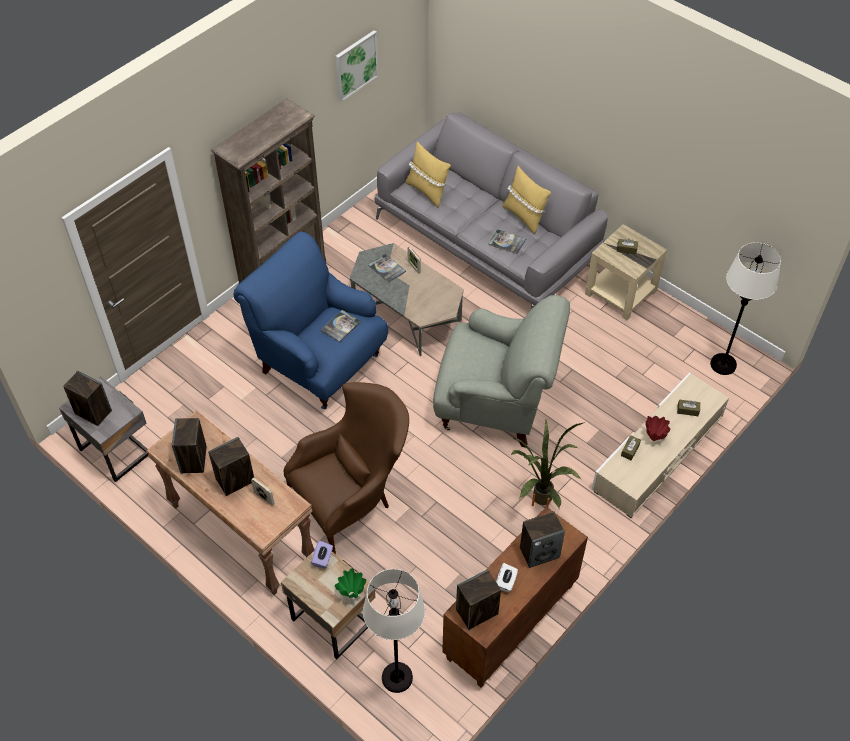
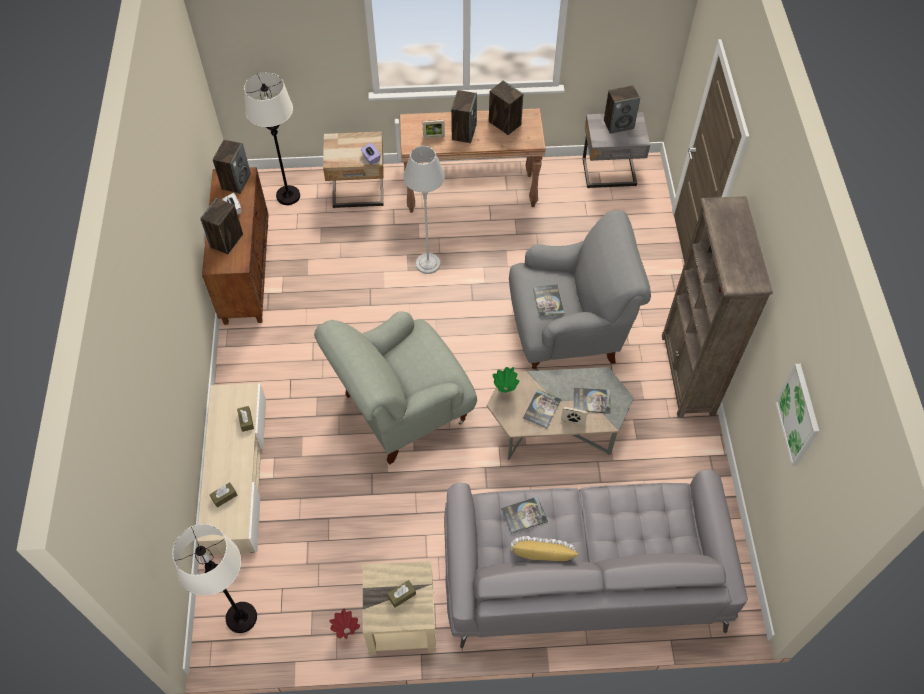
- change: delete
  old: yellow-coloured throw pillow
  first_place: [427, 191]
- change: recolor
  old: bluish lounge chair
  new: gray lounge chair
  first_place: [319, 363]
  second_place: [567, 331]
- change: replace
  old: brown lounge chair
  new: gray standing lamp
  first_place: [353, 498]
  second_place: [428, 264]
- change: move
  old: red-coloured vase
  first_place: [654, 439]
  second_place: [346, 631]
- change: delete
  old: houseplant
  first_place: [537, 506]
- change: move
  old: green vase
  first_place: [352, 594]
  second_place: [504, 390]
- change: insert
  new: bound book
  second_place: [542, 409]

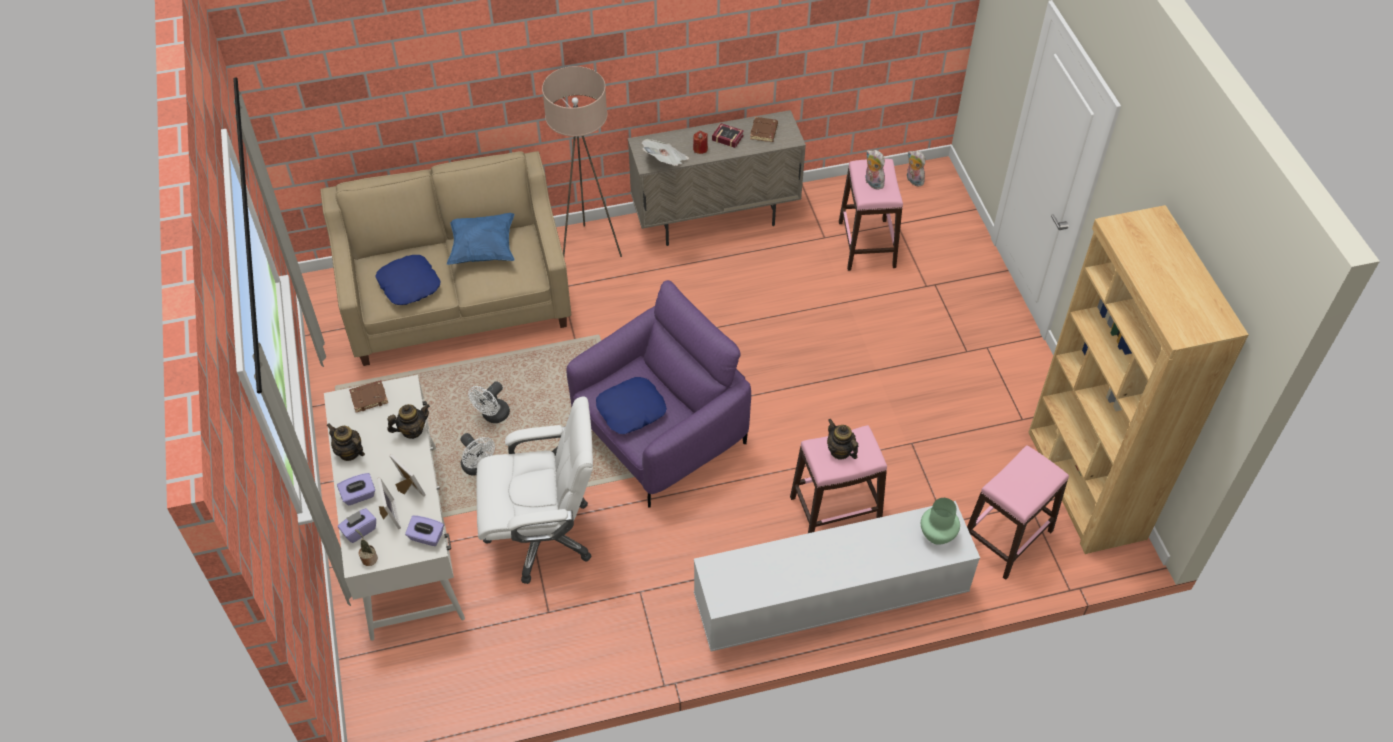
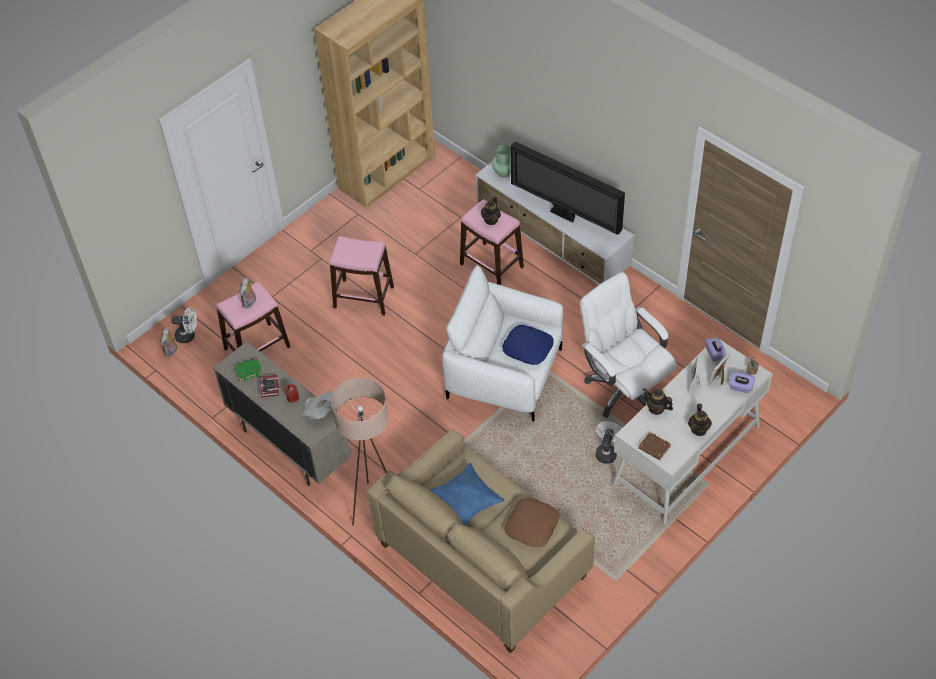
- change: recolor
  old: brown bound book
  new: green bound book
  first_place: [764, 132]
  second_place: [248, 370]
- change: recolor
  old: bluish throw pillow
  new: brown throw pillow
  first_place: [408, 285]
  second_place: [532, 526]
- change: recolor
  old: purple lounge chair
  new: white-coloured lounge chair
  first_place: [659, 434]
  second_place: [505, 373]
- change: move
  old: white-coloured cooling fan
  first_place: [493, 416]
  second_place: [188, 336]
- change: move
  old: pink-coloured stool
  first_place: [1006, 537]
  second_place: [364, 297]
- change: delete
  old: purple tissue holder
  first_place: [359, 495]
- change: insert
  new: TV
  second_place: [565, 215]

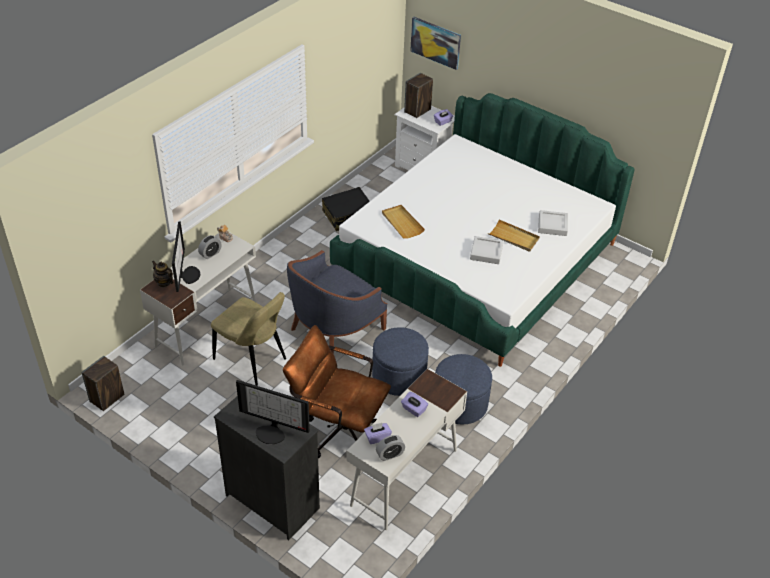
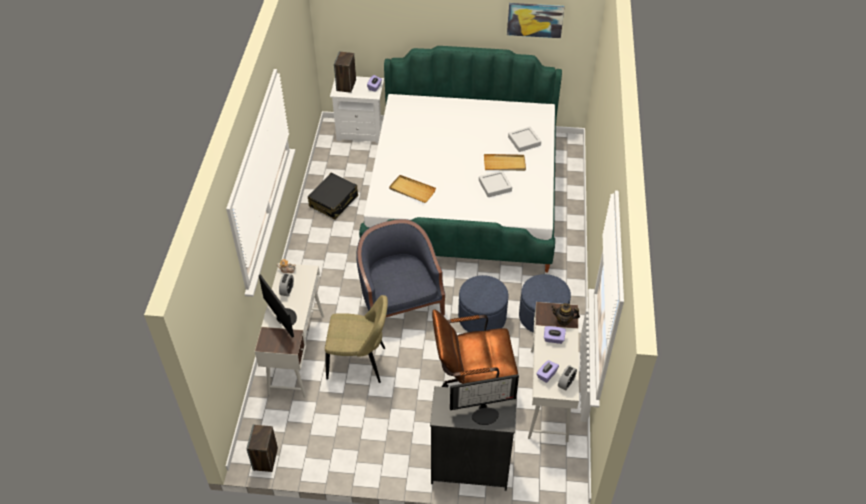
- change: move
  old: wall art
  first_place: [435, 42]
  second_place: [535, 19]
- change: rotate
  old: bluish lounge chair
  first_place: [334, 326]
  second_place: [400, 302]
  degrees: 150
- change: move
  old: teapot
  first_place: [164, 282]
  second_place: [563, 320]

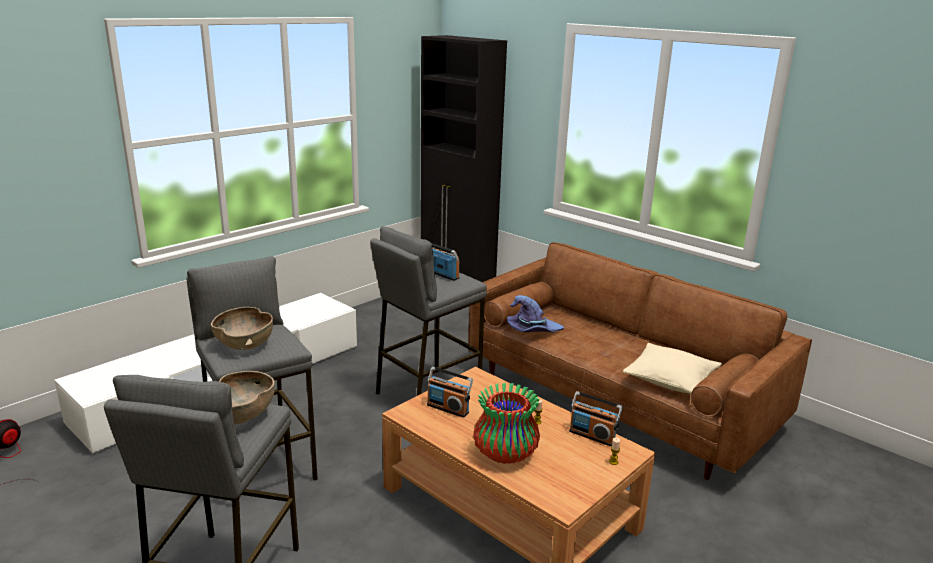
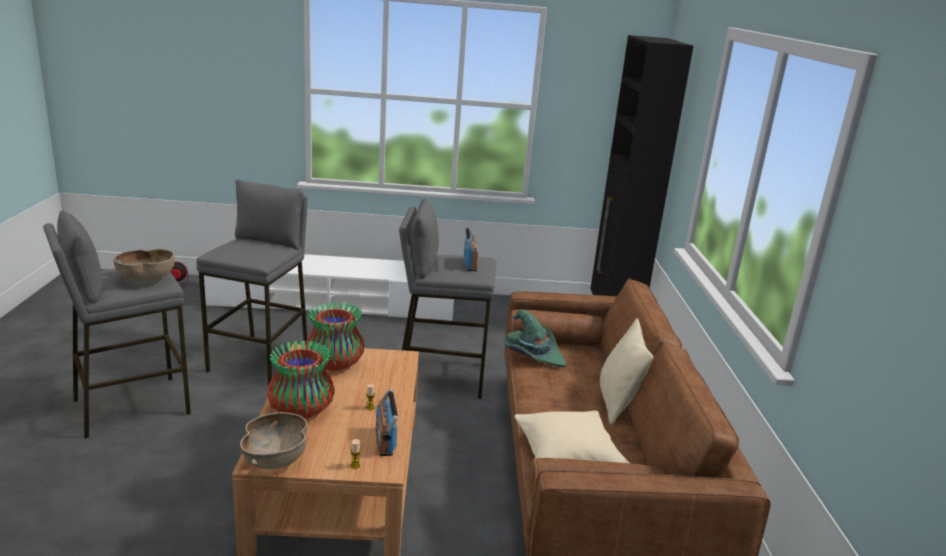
- change: recolor
  old: purple wearable hat
  new: green wearable hat
  first_place: [532, 330]
  second_place: [533, 354]
- change: move
  old: brown bowl
  first_place: [245, 344]
  second_place: [276, 459]
- change: replace
  old: radio
  new: vase
  first_place: [448, 408]
  second_place: [335, 364]
- change: insert
  new: sand-coloured throw pillow
  second_place: [617, 403]

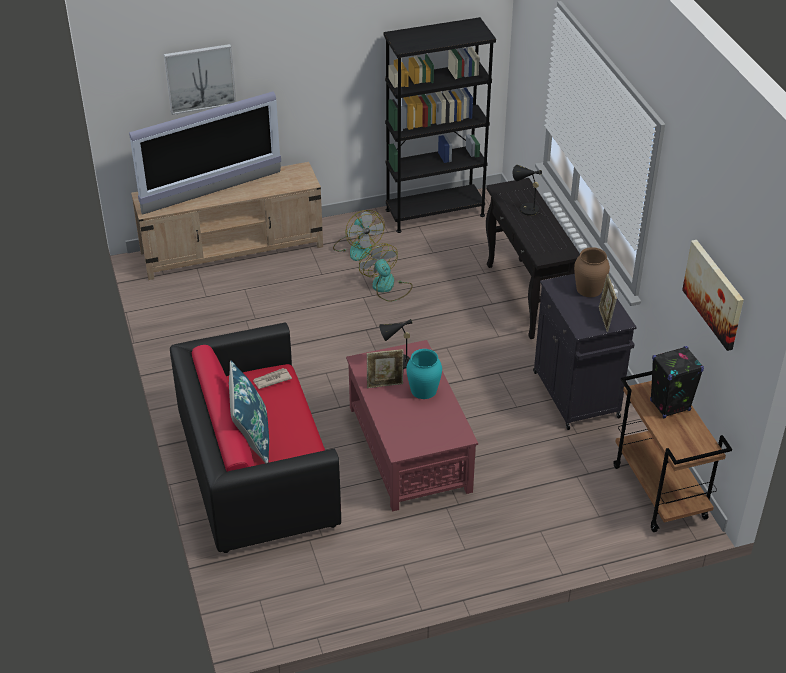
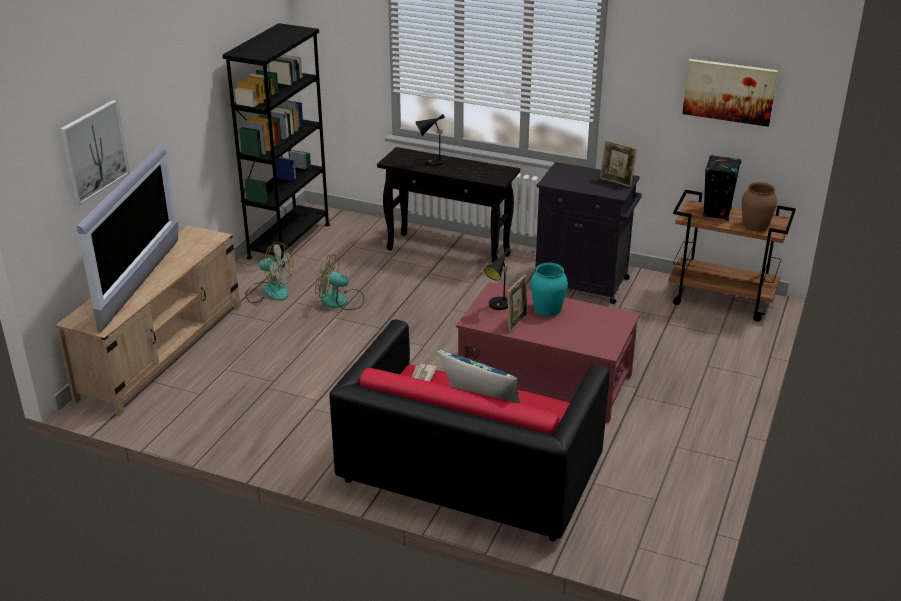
- change: move
  old: brown vase
  first_place: [589, 289]
  second_place: [755, 225]

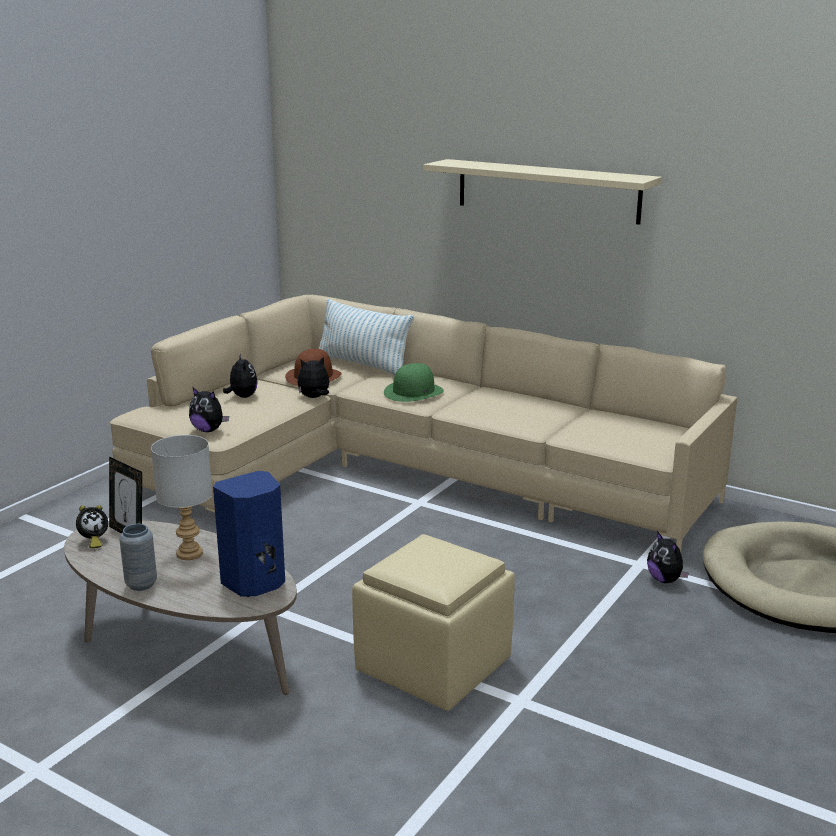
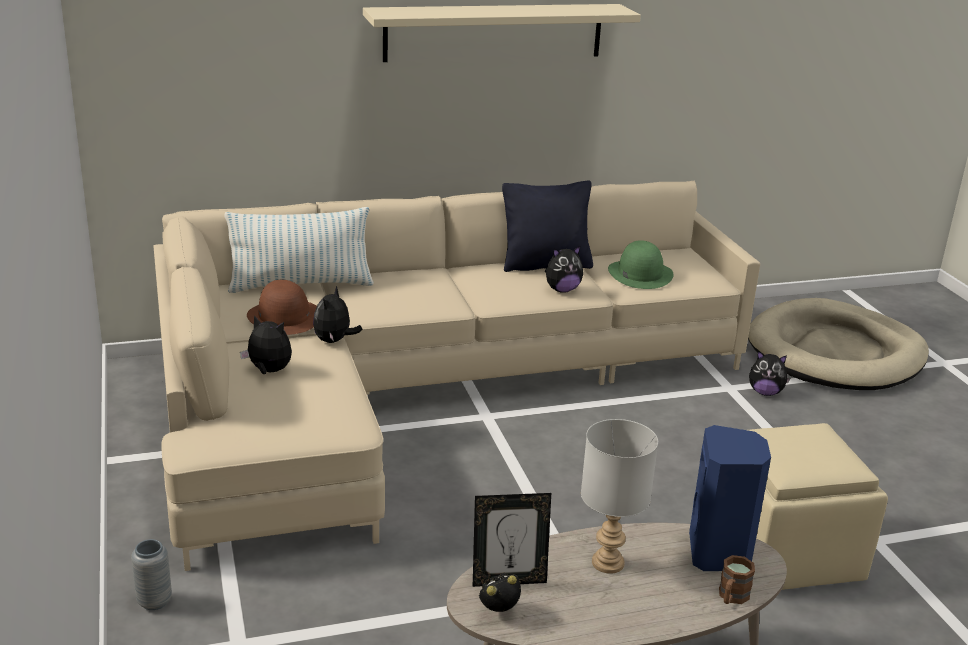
- change: move
  old: green wearable hat
  first_place: [413, 392]
  second_place: [640, 274]
- change: move
  old: cuddly toy
  first_place: [208, 430]
  second_place: [562, 290]
- change: rotate
  old: table clock
  first_place: [93, 541]
  second_place: [499, 611]
  degrees: -120
- change: move
  old: gray vase
  first_place: [141, 584]
  second_place: [154, 601]
- change: insert
  new: black-coloured throw pillow
  second_place: [545, 265]
- change: insert
  new: brown tea mug
  second_place: [731, 597]

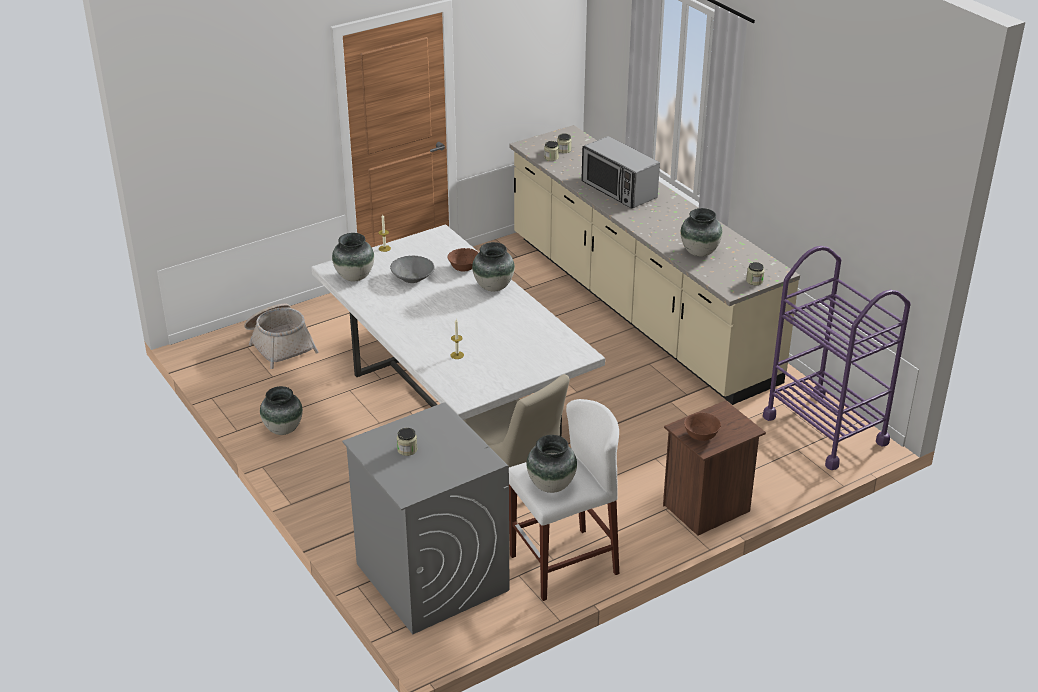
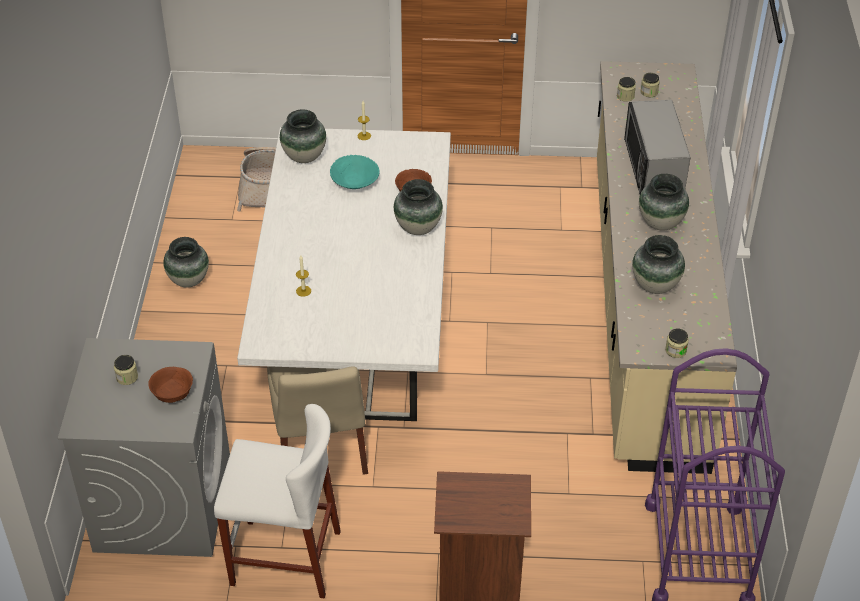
- change: recolor
  old: gray bowl
  new: turquoise-coloured bowl
  first_place: [413, 278]
  second_place: [355, 182]
- change: move
  old: brown bowl
  first_place: [701, 436]
  second_place: [173, 394]
- change: move
  old: vase
  first_place: [551, 486]
  second_place: [660, 223]

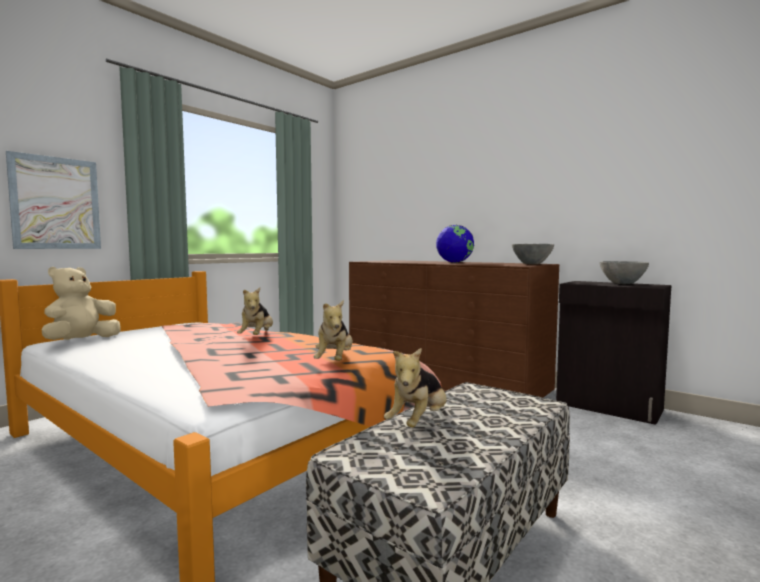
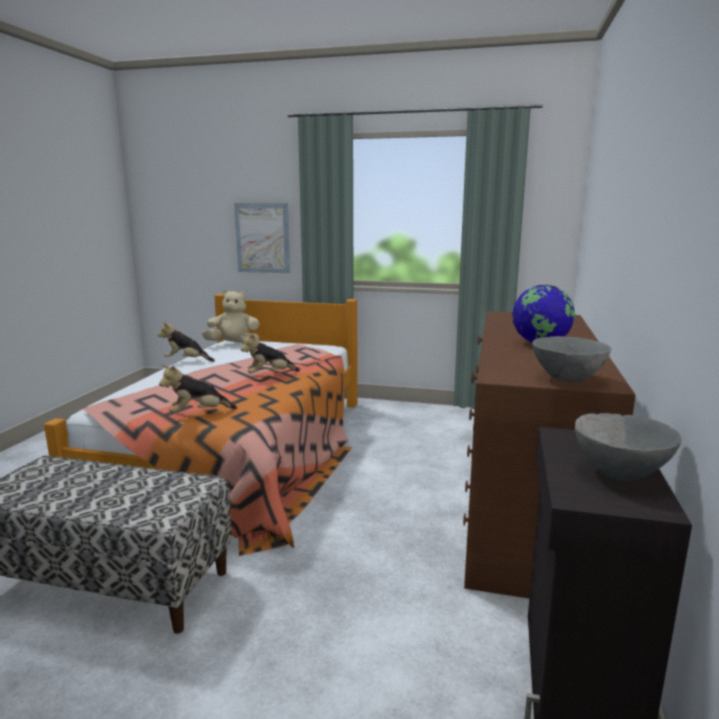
- change: move
  old: cuddly toy
  first_place: [418, 423]
  second_place: [186, 361]

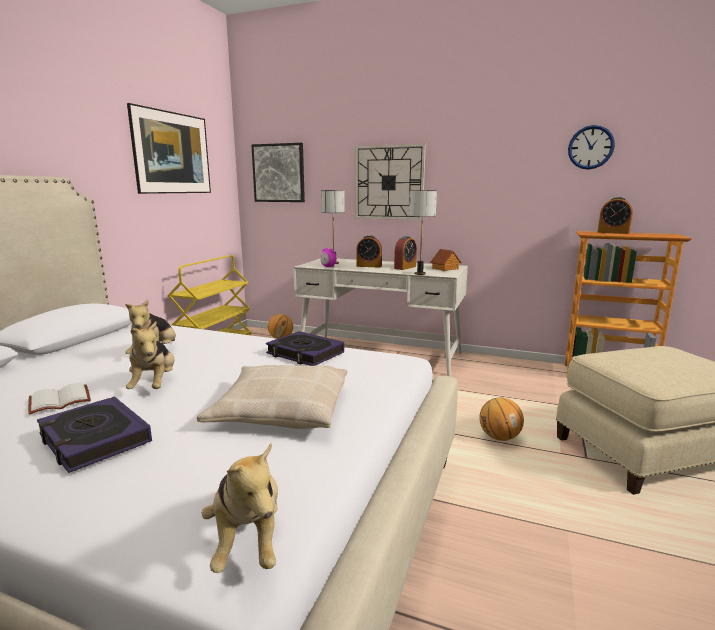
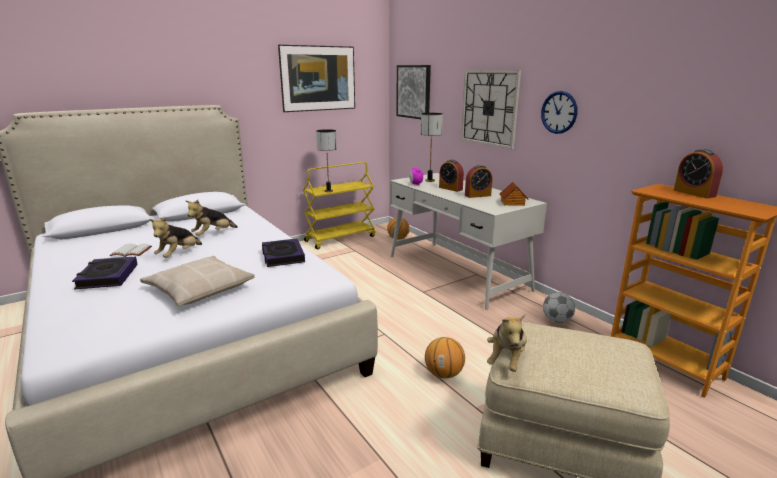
- change: move
  old: clock on the wall
  first_place: [590, 147]
  second_place: [559, 112]
- change: move
  old: lamp for a table
  first_place: [420, 274]
  second_place: [328, 191]
- change: move
  old: cuddly toy
  first_place: [248, 539]
  second_place: [506, 359]
- change: insert
  new: football
  second_place: [557, 320]

